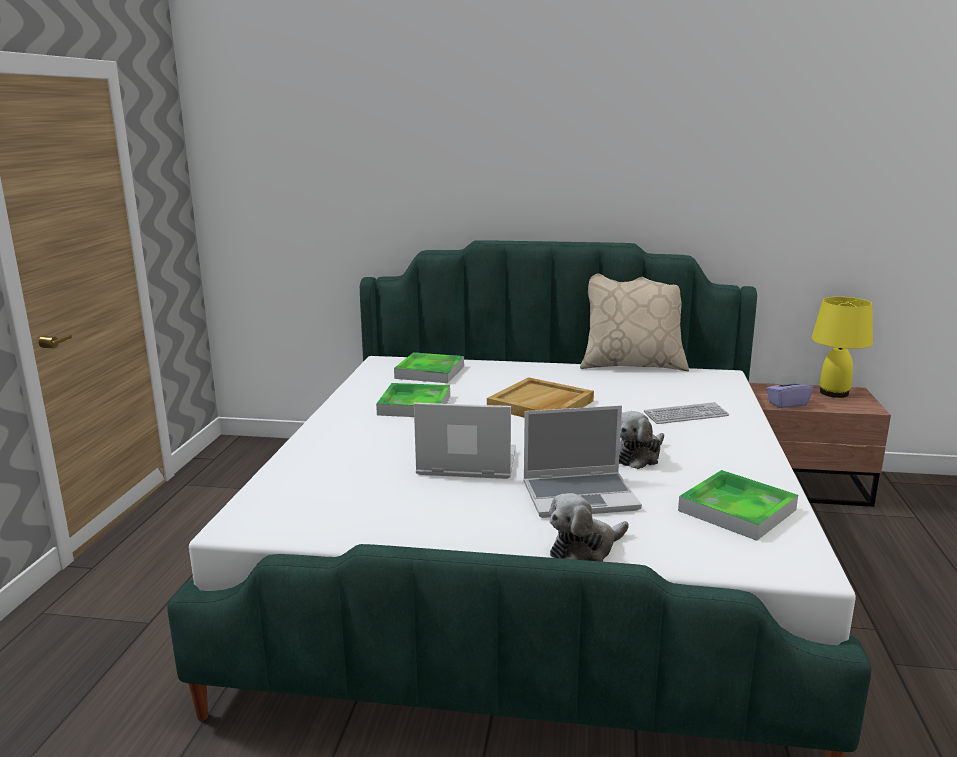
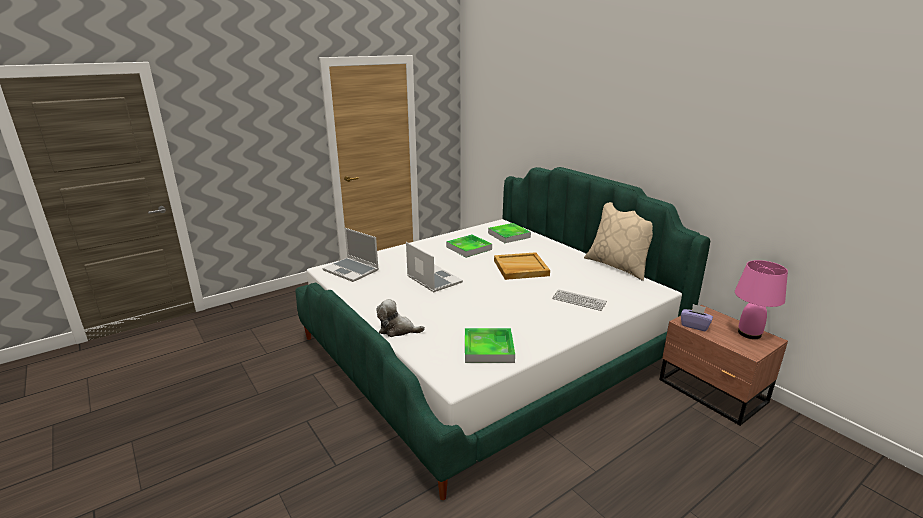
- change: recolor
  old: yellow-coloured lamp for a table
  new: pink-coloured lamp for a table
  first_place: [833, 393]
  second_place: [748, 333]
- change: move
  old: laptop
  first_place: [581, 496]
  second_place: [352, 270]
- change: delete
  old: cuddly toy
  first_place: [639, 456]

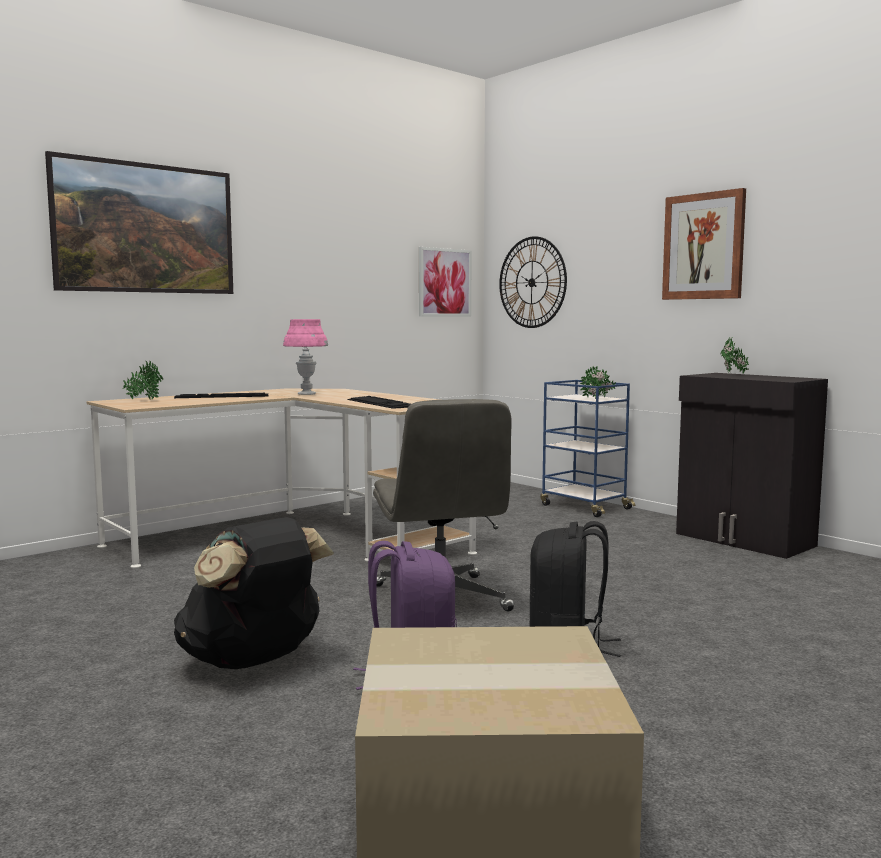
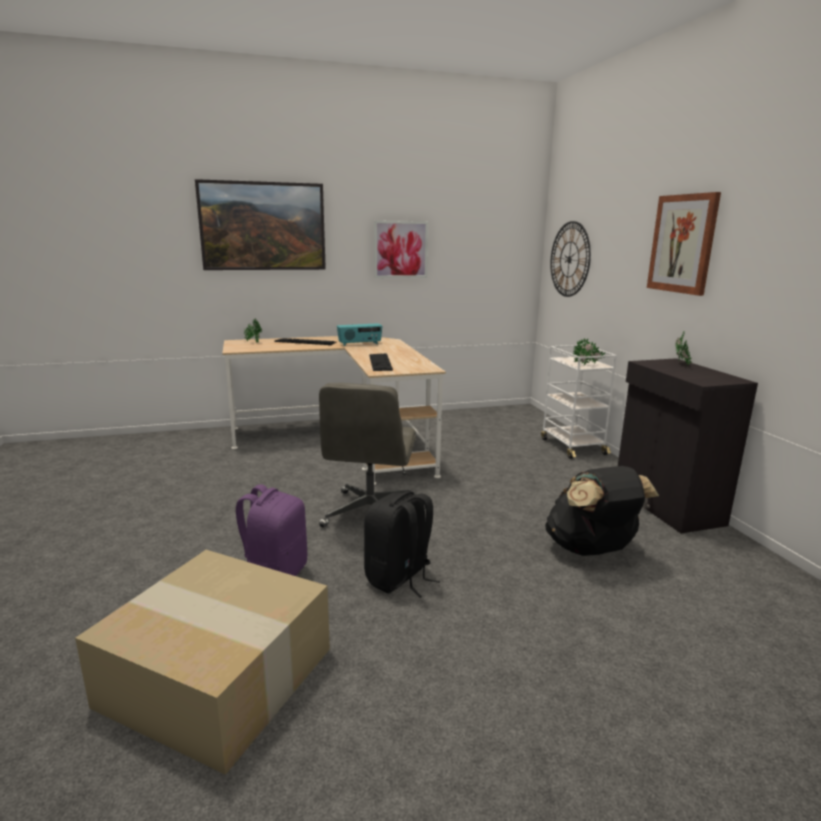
- change: move
  old: wall art
  first_place: [444, 282]
  second_place: [400, 249]
- change: replace
  old: pink-coloured lamp for a table
  new: radio
  first_place: [306, 394]
  second_place: [360, 344]
- change: recolor
  old: bluish cart
  new: white-coloured cart
  first_place: [584, 507]
  second_place: [572, 446]
- change: move
  old: black-coloured rucksack
  first_place: [254, 661]
  second_place: [592, 550]

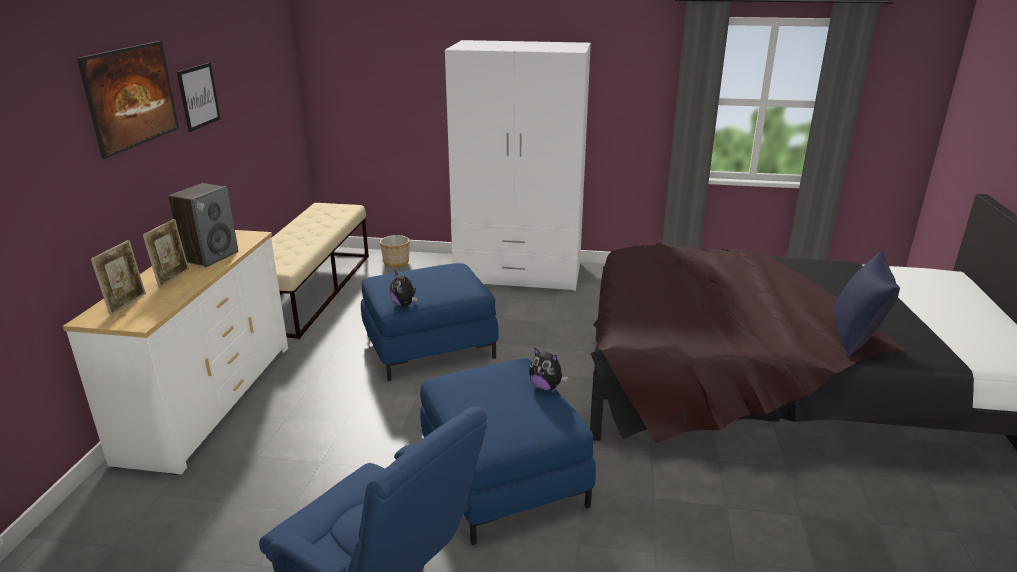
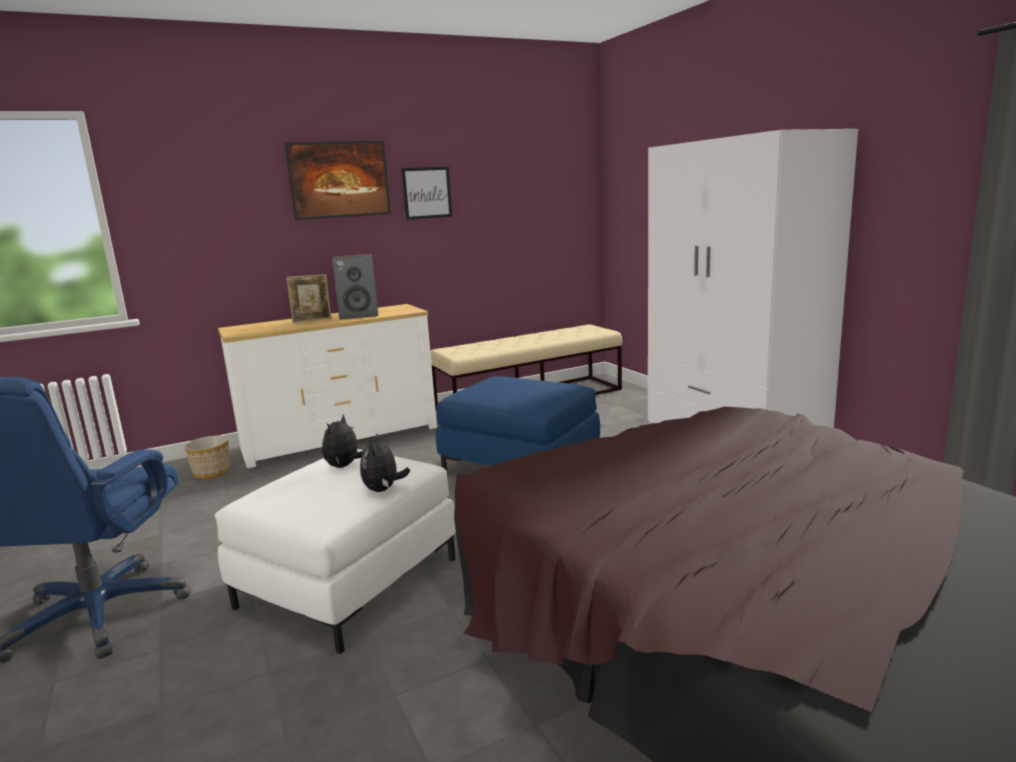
- change: move
  old: planter
  first_place: [396, 262]
  second_place: [212, 473]
- change: delete
  old: picture frame
  first_place: [126, 304]
- change: delete
  old: bluish throw pillow
  first_place: [855, 338]
- change: move
  old: cuddly toy
  first_place: [404, 304]
  second_place: [344, 466]
- change: recolor
  old: bluish pouffe
  new: white-coloured pouffe
  first_place: [503, 477]
  second_place: [349, 582]

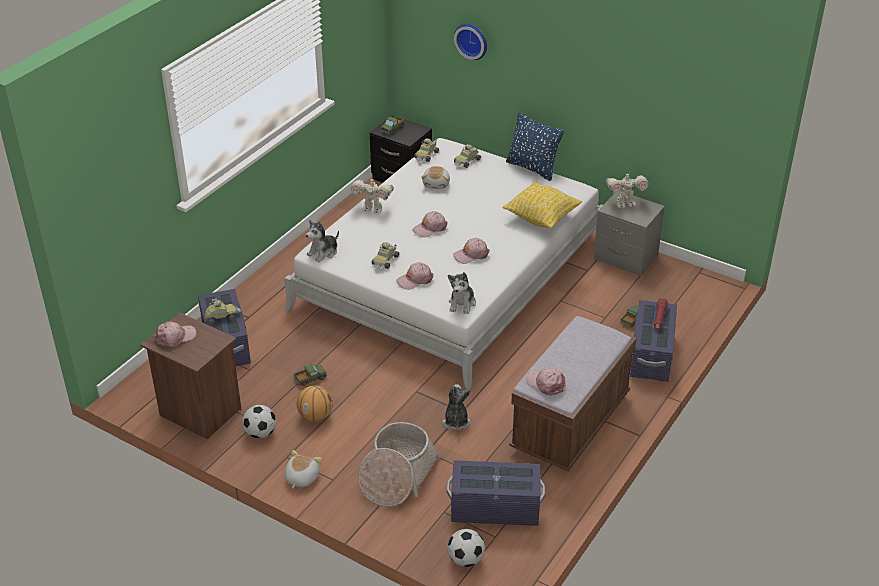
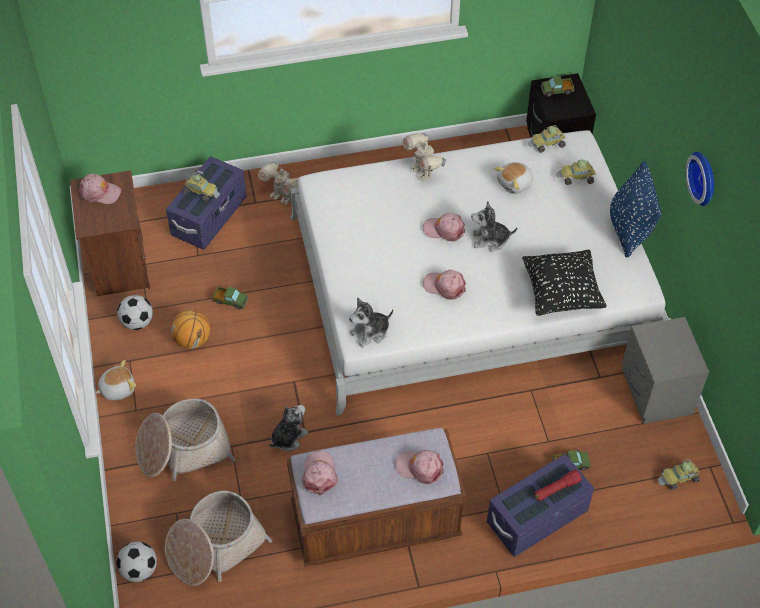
- change: move
  old: clock on the wall
  first_place: [472, 40]
  second_place: [704, 178]
- change: move
  old: toy robot
  first_place: [625, 203]
  second_place: [282, 196]
- change: recolor
  old: yellow-coloured throw pillow
  new: black-coloured throw pillow
  first_place: [541, 218]
  second_place: [561, 294]
- change: move
  old: cuddly toy
  first_place: [323, 252]
  second_place: [490, 240]
- change: move
  old: miniature car
  first_place: [385, 261]
  second_place: [679, 478]
- change: move
  old: pink-coloured peaked cap
  first_place: [415, 280]
  second_place: [420, 467]
- change: replace
  old: purple storage container
  new: basket
  first_place: [494, 509]
  second_place: [215, 546]

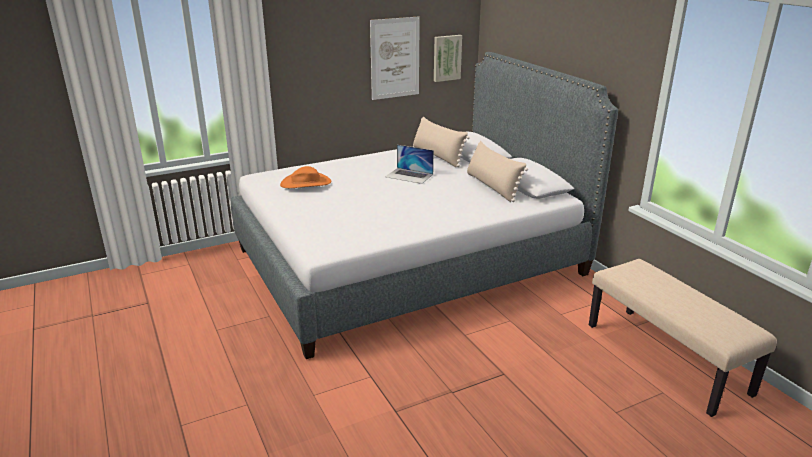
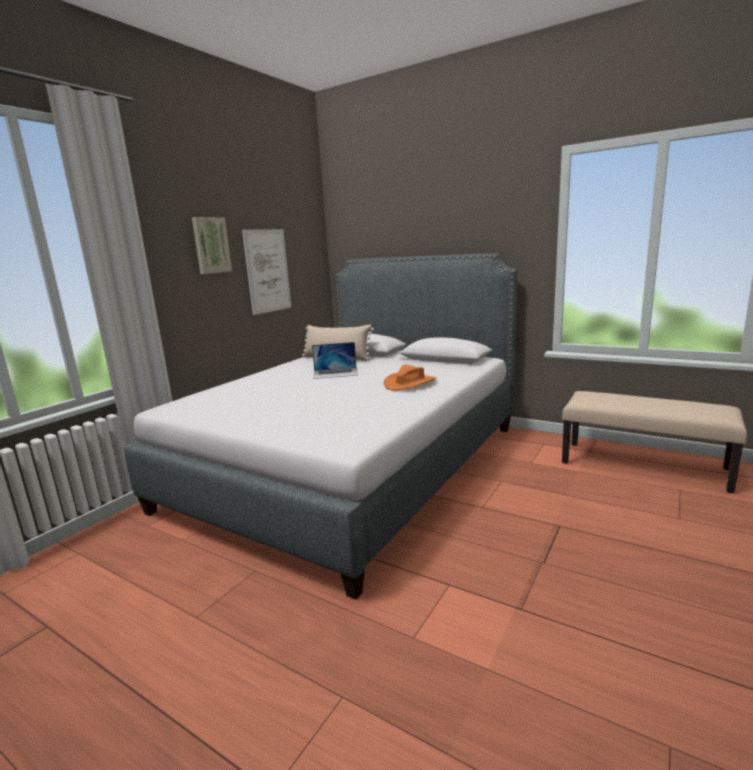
- change: move
  old: wall art
  first_place: [446, 58]
  second_place: [211, 245]
- change: delete
  old: sand-coloured throw pillow
  first_place: [492, 187]
- change: move
  old: orange-coloured wearable hat
  first_place: [306, 183]
  second_place: [410, 383]

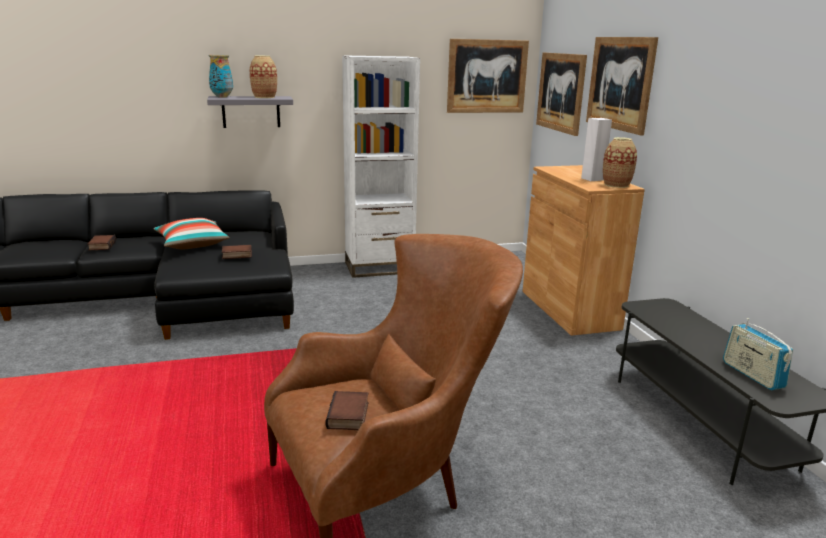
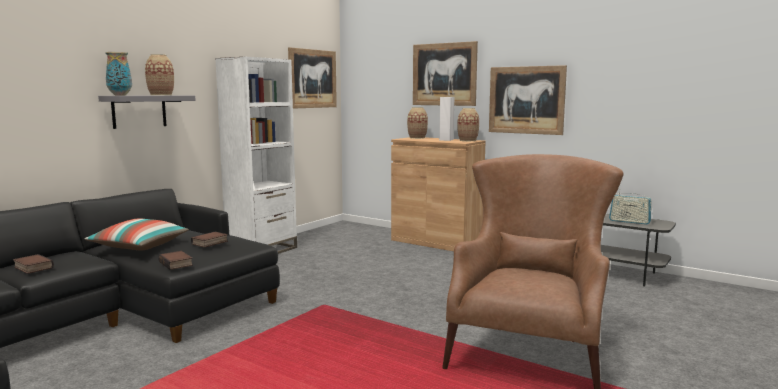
- change: move
  old: wall art
  first_place: [560, 92]
  second_place: [526, 100]
- change: move
  old: bound book
  first_place: [349, 416]
  second_place: [177, 263]
- change: insert
  new: vase
  second_place: [417, 138]

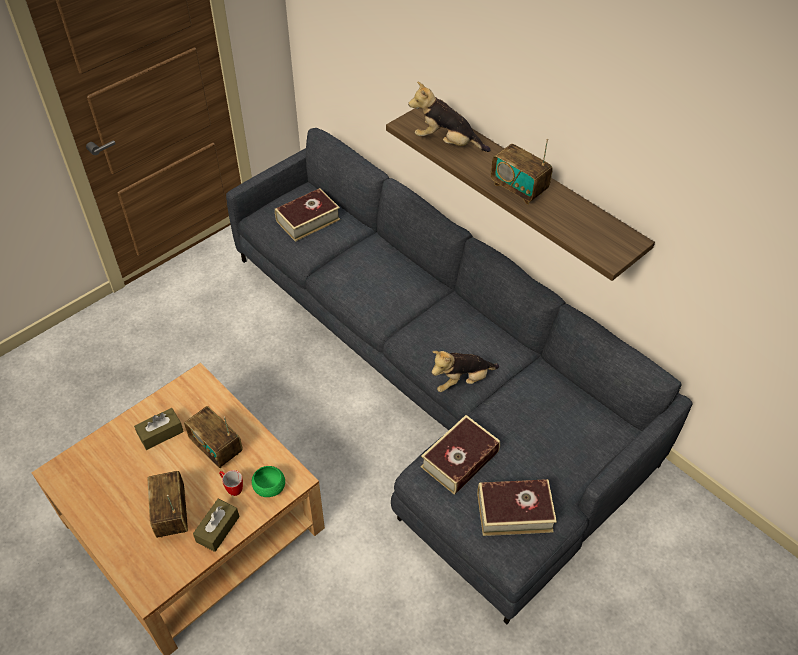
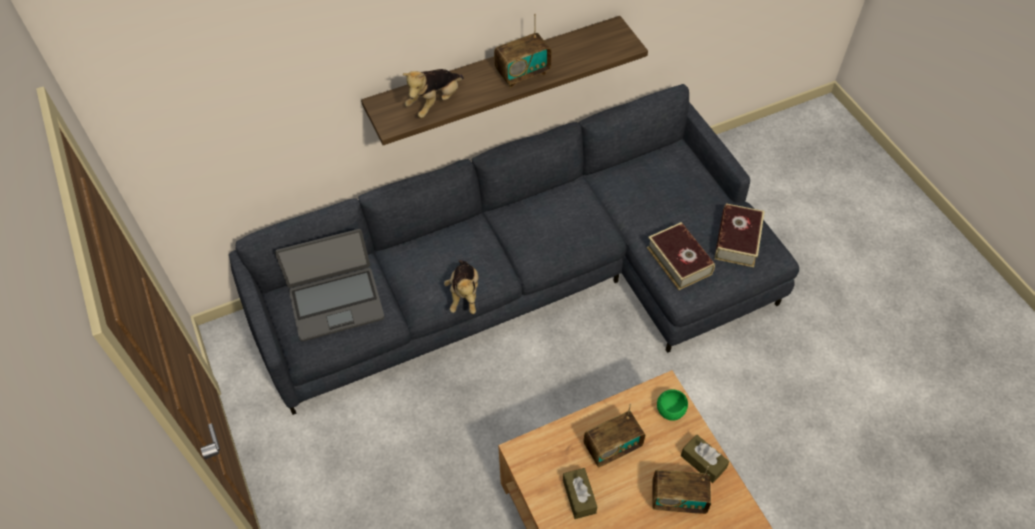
- change: replace
  old: bound book
  new: laptop
  first_place: [308, 220]
  second_place: [336, 303]
- change: move
  old: cuddly toy
  first_place: [461, 381]
  second_place: [464, 294]
- change: delete
  old: tea mug
  first_place: [232, 488]

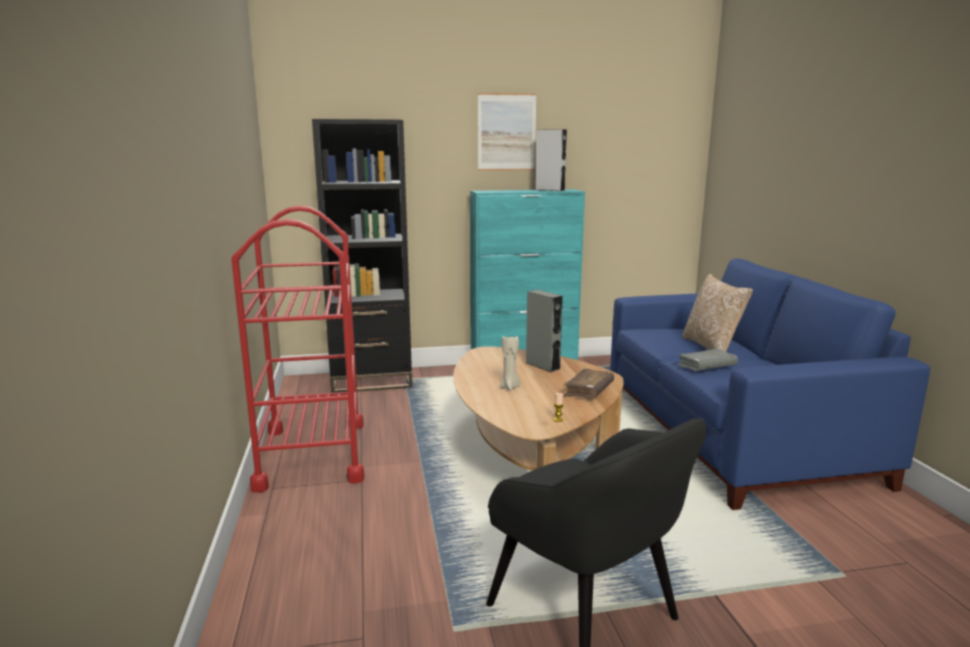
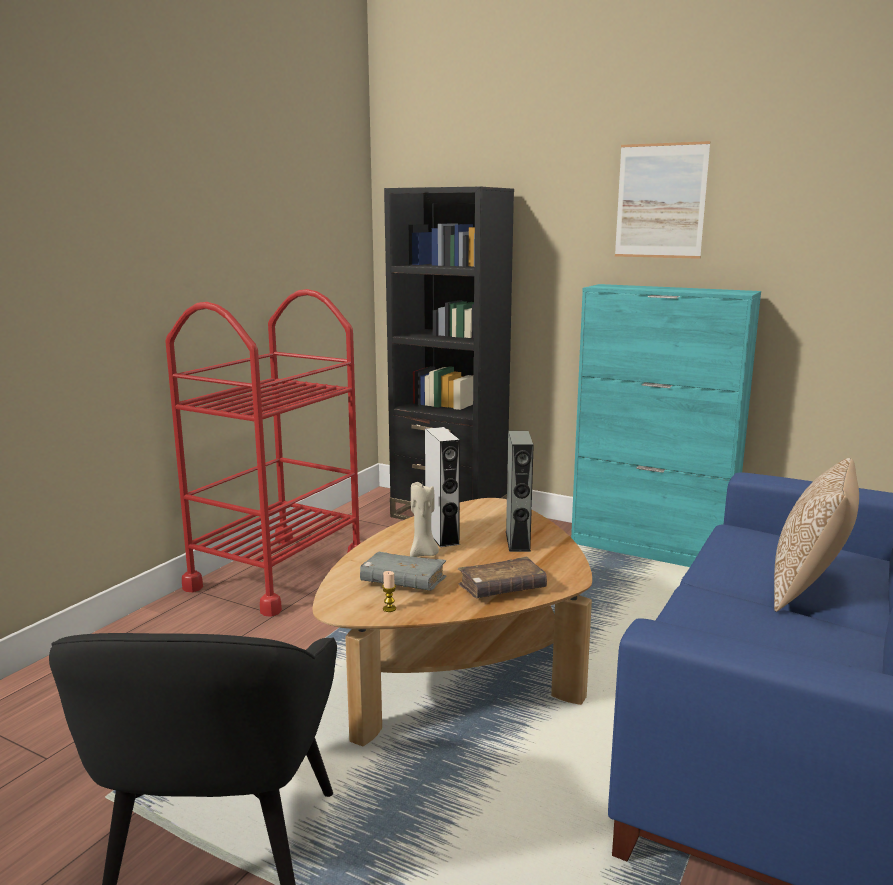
- change: move
  old: gray audio speaker
  first_place: [550, 190]
  second_place: [442, 536]
- change: move
  old: gray bound book
  first_place: [706, 367]
  second_place: [403, 582]

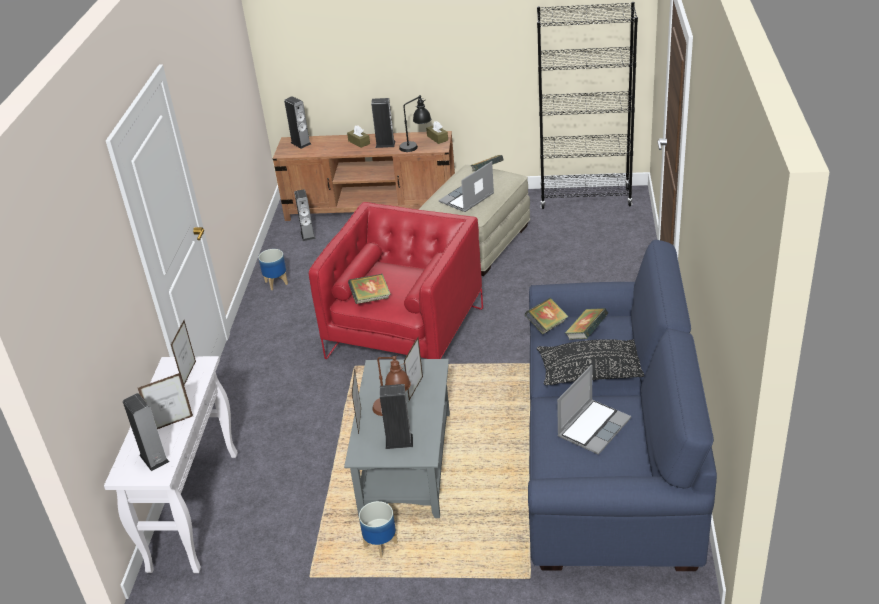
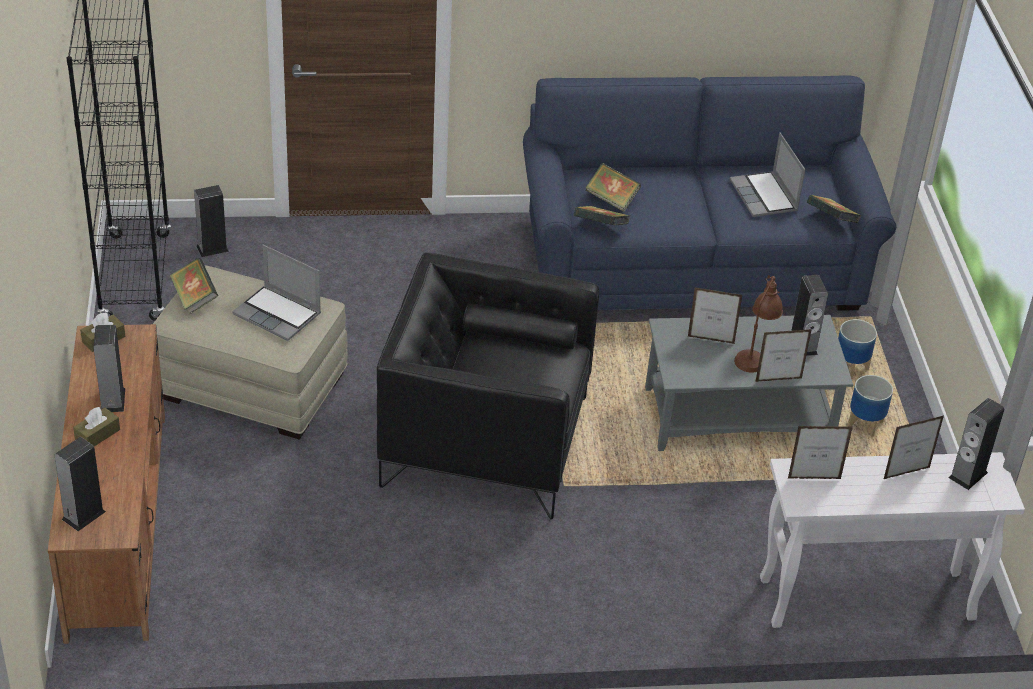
- change: delete
  old: black-coloured lamp for a table
  first_place: [416, 147]
- change: move
  old: audio speaker
  first_place: [308, 235]
  second_place: [212, 248]
- change: recolor
  old: red-coloured lounge chair
  new: black-coloured lounge chair
  first_place: [406, 333]
  second_place: [484, 442]
- change: move
  old: planter
  first_place: [276, 283]
  second_place: [849, 368]
- change: move
  old: bound book
  first_place: [370, 298]
  second_place: [831, 221]
- change: delete
  old: black-coloured throw pillow
  first_place: [593, 372]
- change: rotate
  old: laptop
  first_place: [593, 427]
  second_place: [765, 196]
  degrees: -135
- change: rotate
  old: picture frame
  first_place: [172, 423]
  second_place: [906, 473]
  degrees: 105

